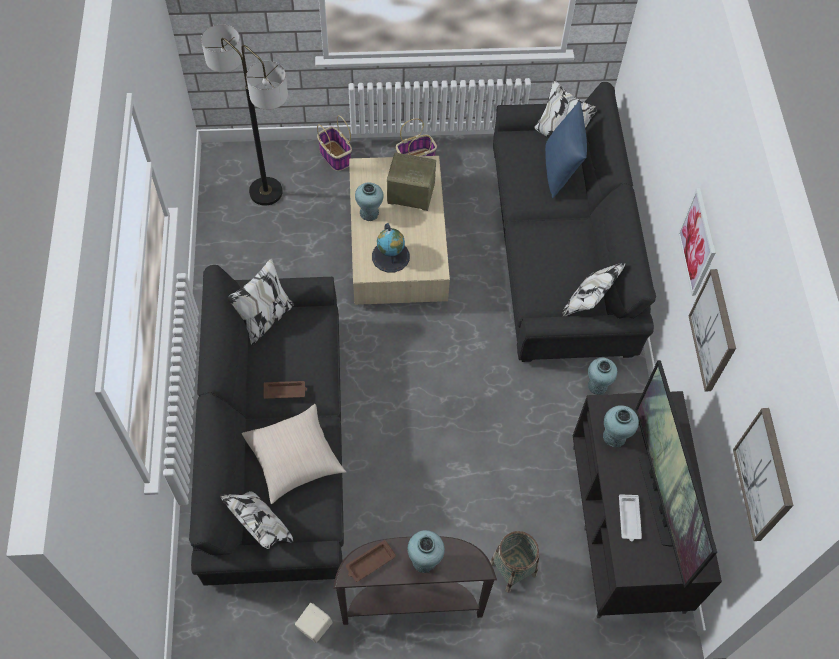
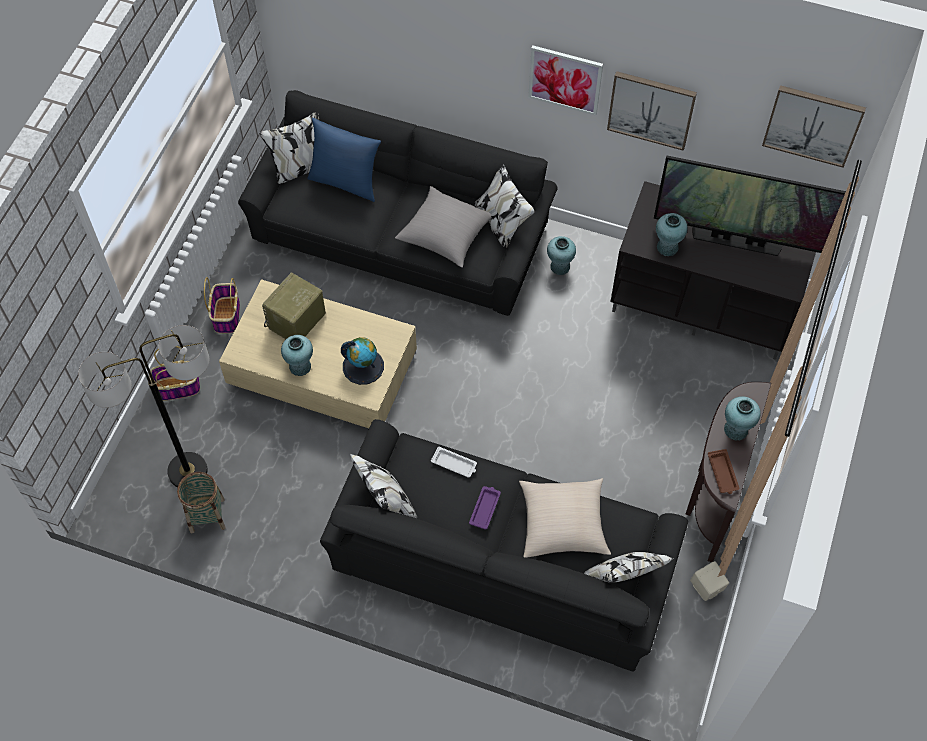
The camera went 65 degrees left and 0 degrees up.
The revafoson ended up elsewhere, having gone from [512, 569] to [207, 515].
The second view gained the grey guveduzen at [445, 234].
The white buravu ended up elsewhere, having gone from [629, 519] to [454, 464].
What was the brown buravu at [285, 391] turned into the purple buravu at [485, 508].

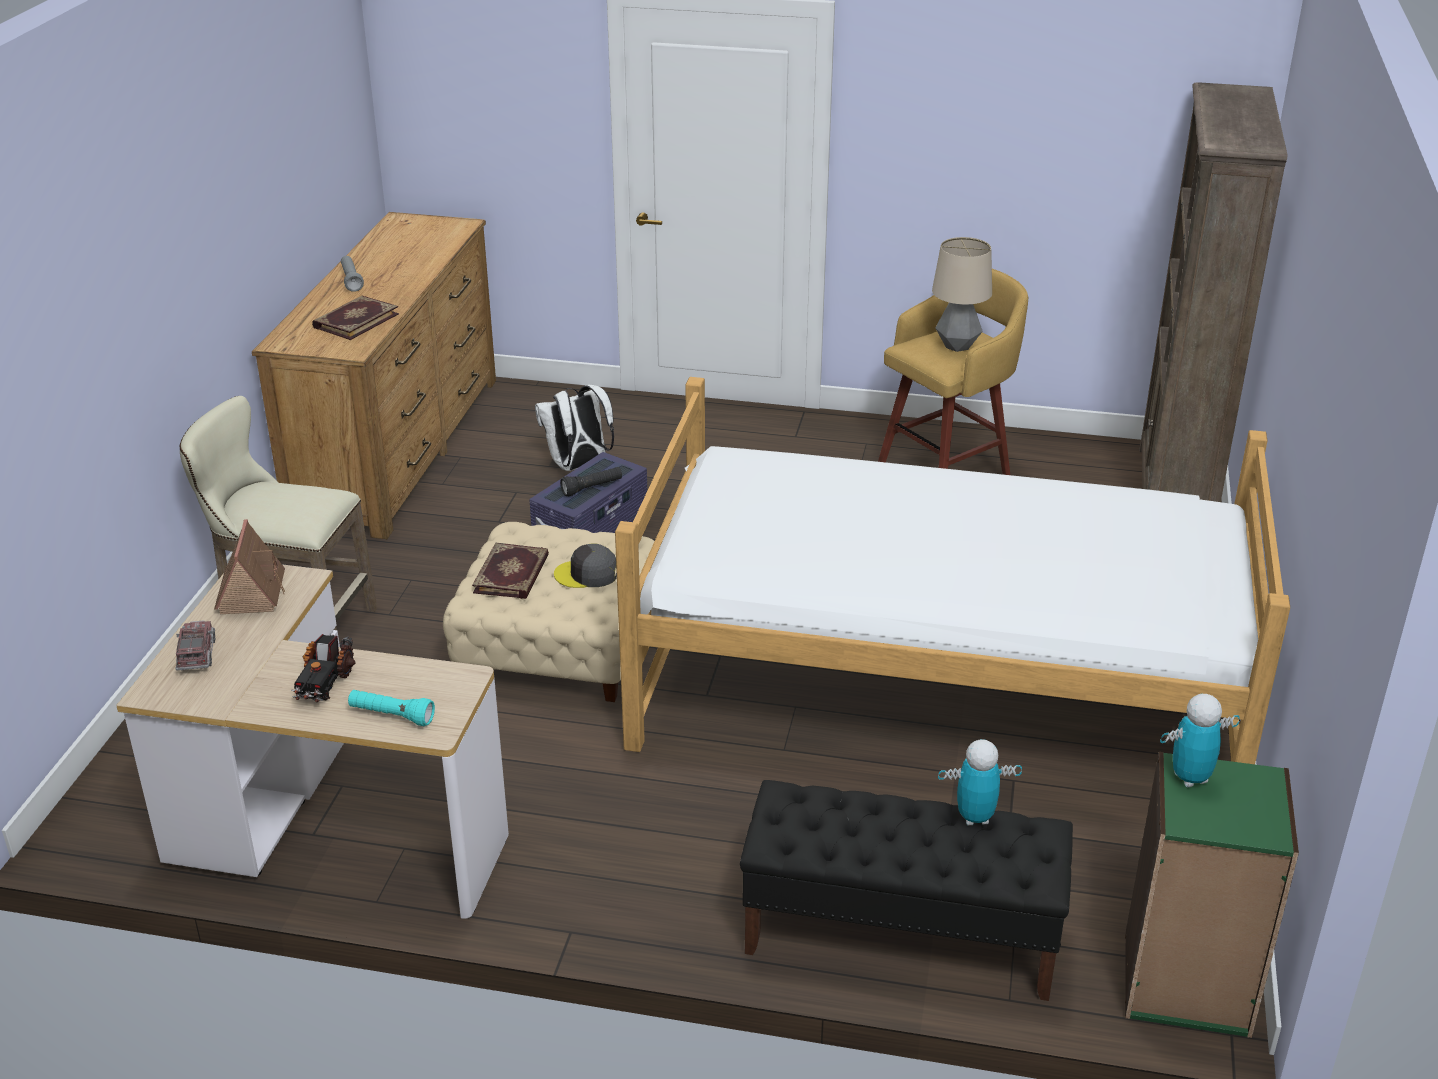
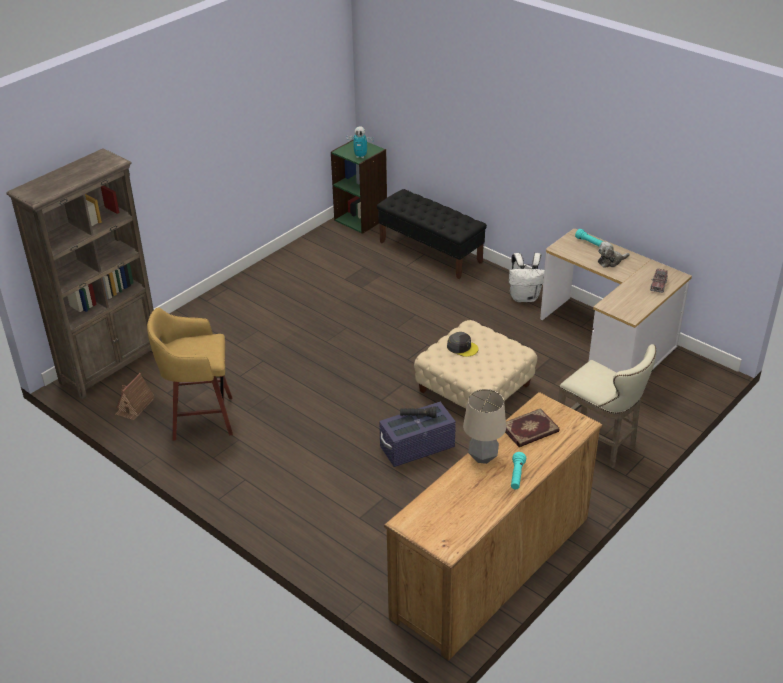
The camera went 150 degrees left and 5 degrees up.
The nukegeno ended up elsewhere, having gone from [252, 592] to [134, 406].
The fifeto ended up elsewhere, having gone from [957, 346] to [482, 457].
The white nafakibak ended up elsewhere, having gone from [578, 465] to [525, 297].
What was the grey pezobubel at [351, 280] turned into the turquoise pezobubel at [517, 476].
Where the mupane stood at [324, 681], the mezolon came to stand at [610, 261].
The second view lost the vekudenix at [512, 574].
The second view lost the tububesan at [938, 694].
The second view lost the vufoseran at [975, 818].

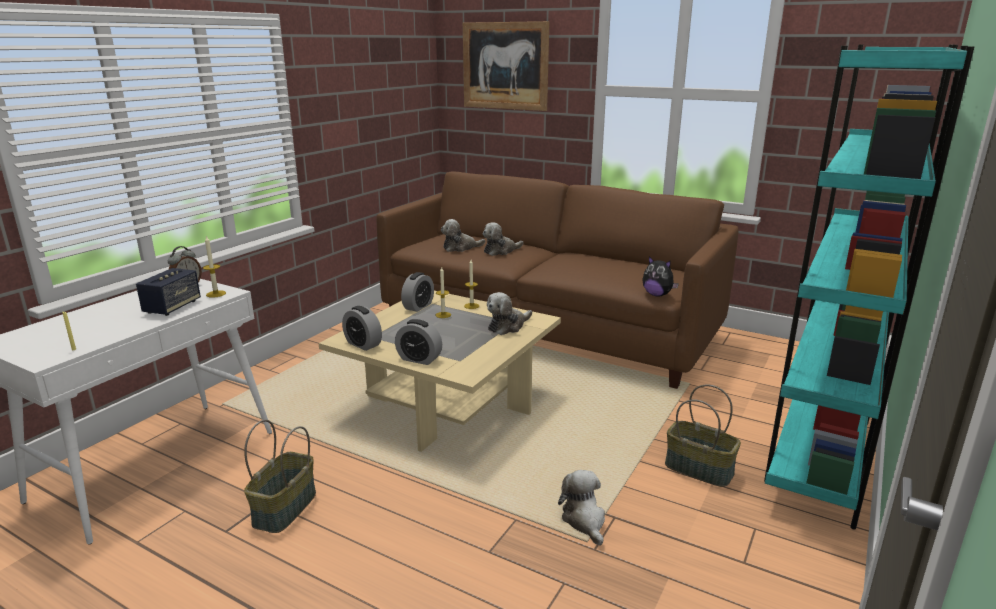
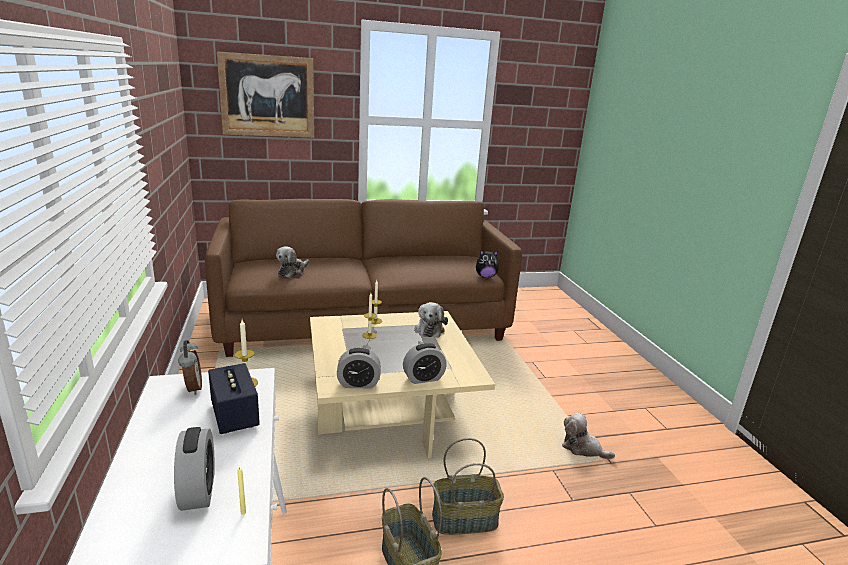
The camera went 45 degrees left and 0 degrees up.
The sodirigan ended up elsewhere, having gone from [418, 306] to [198, 491].
The revafoson ended up elsewhere, having gone from [699, 469] to [465, 519].
The second view lost the mezolon at [500, 251].
The second view lost the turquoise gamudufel at [822, 443].

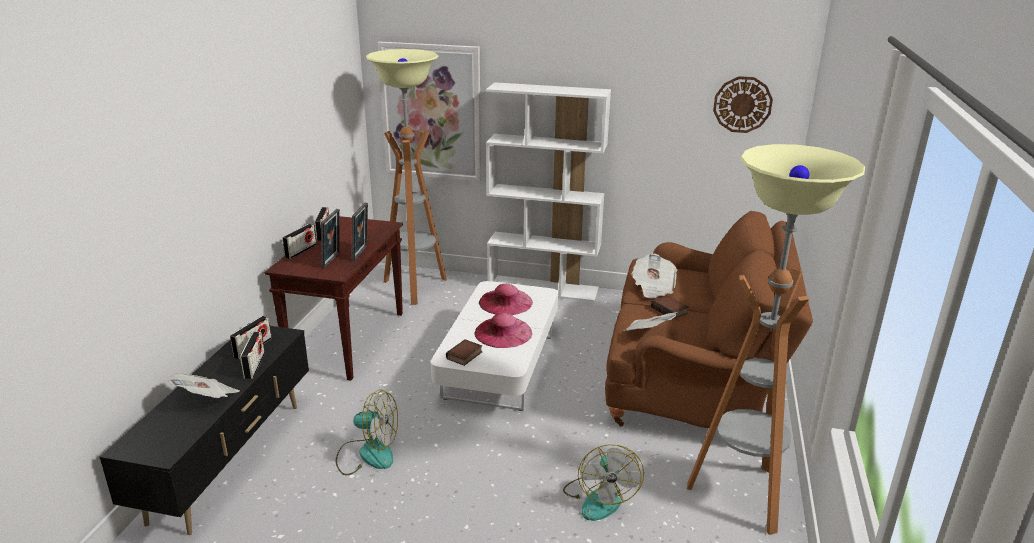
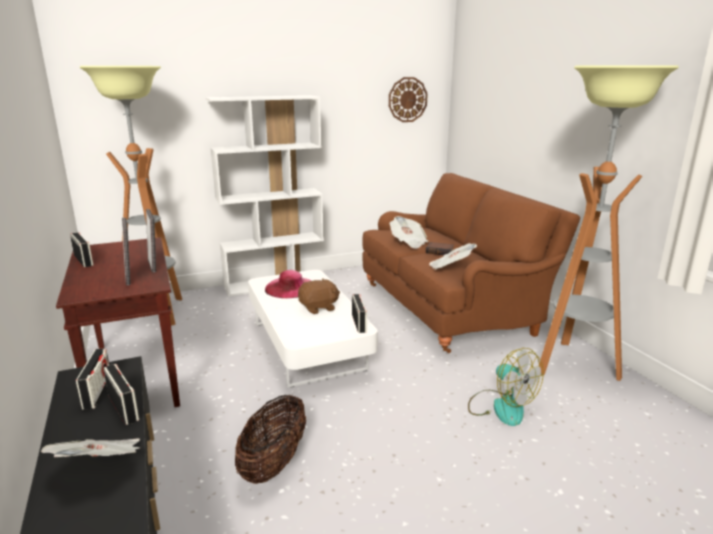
The camera went 35 degrees left and 5 degrees down.
Where the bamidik stood at [367, 454], the revafoson came to stand at [274, 463].
Where the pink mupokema stood at [503, 333], the brown mezolon came to stand at [319, 308].
The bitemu ended up elsewhere, having gone from [300, 251] to [359, 323].
The second view lost the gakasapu at [431, 112].
The second view lost the vekudenix at [465, 356].

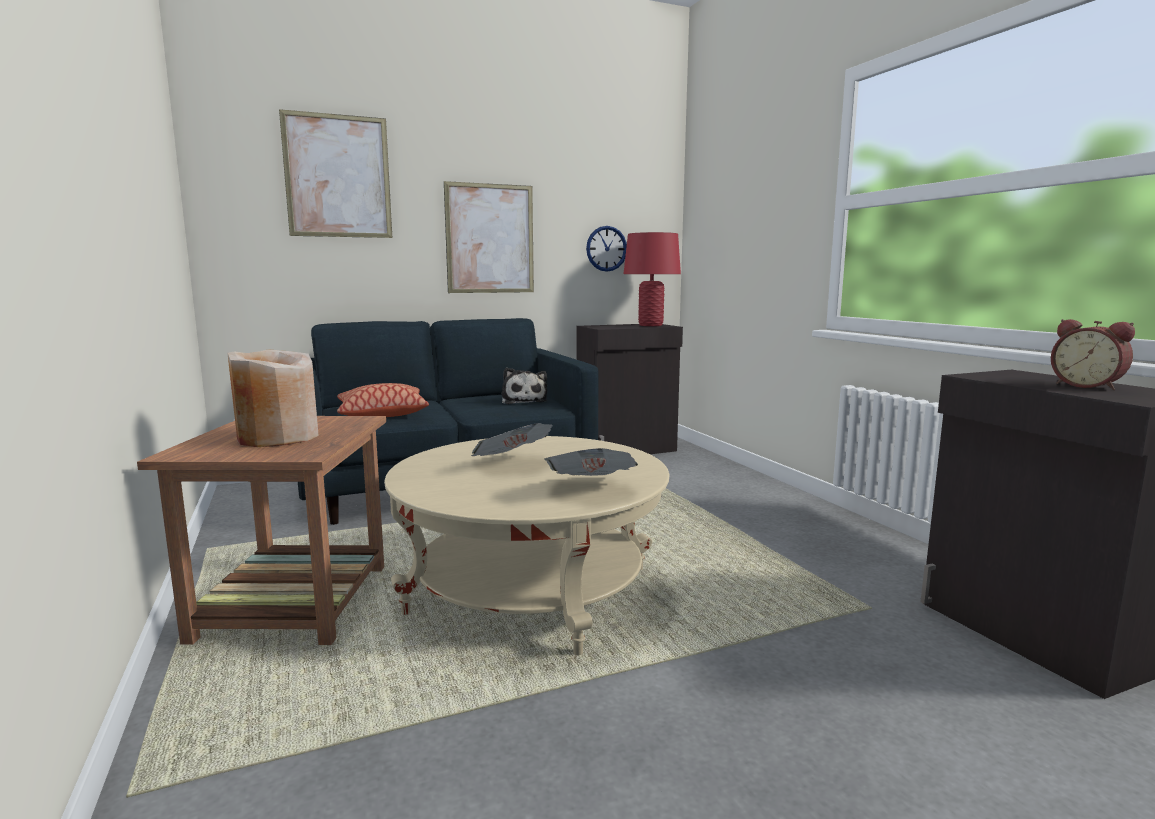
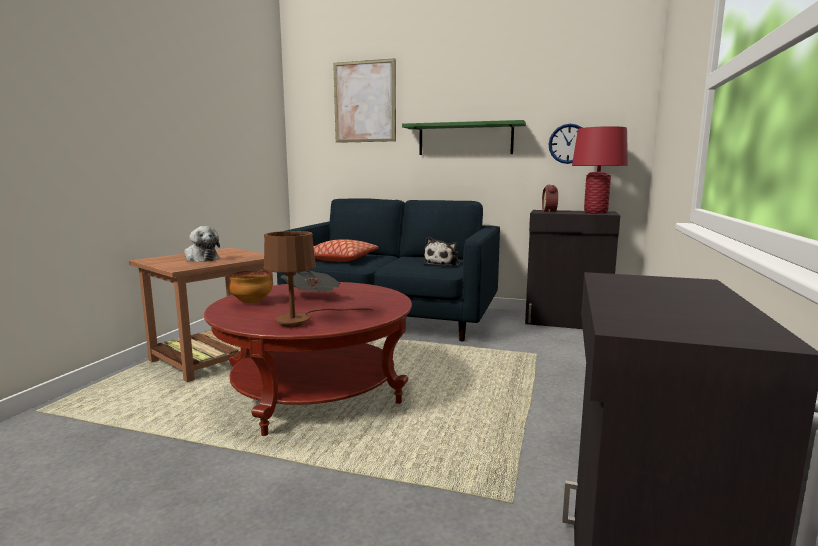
The camera went 40 degrees right and 0 degrees up.
Where the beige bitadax stood at [277, 437], the mezolon came to stand at [200, 259].
What was the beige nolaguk at [531, 590] turned into the red nolaguk at [315, 391].
The second view gained the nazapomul at [252, 303].
Where the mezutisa stood at [591, 488], the brown fifeto came to stand at [302, 321].
Where the gakasapu hung at [490, 239], the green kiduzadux came to hang at [465, 139].
The sodirigan ended up elsewhere, having gone from [1087, 386] to [550, 211].

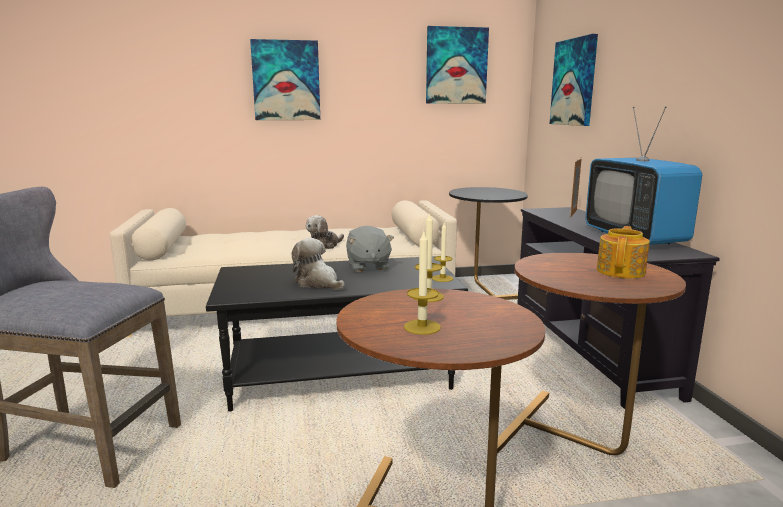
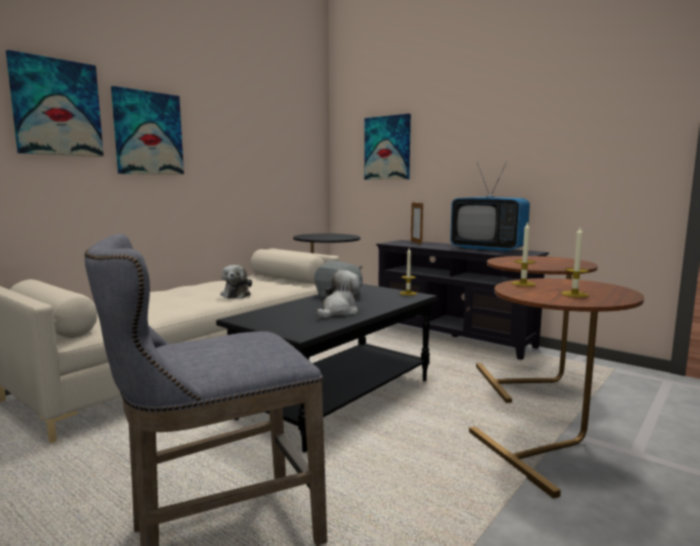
The camera went 40 degrees left and 5 degrees down.
The gakasapu ended up elsewhere, having gone from [456, 66] to [56, 107].
The mezolon at [318, 283] ended up facing another way, 120 degrees clockwise from before.
The second view lost the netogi at [621, 271].

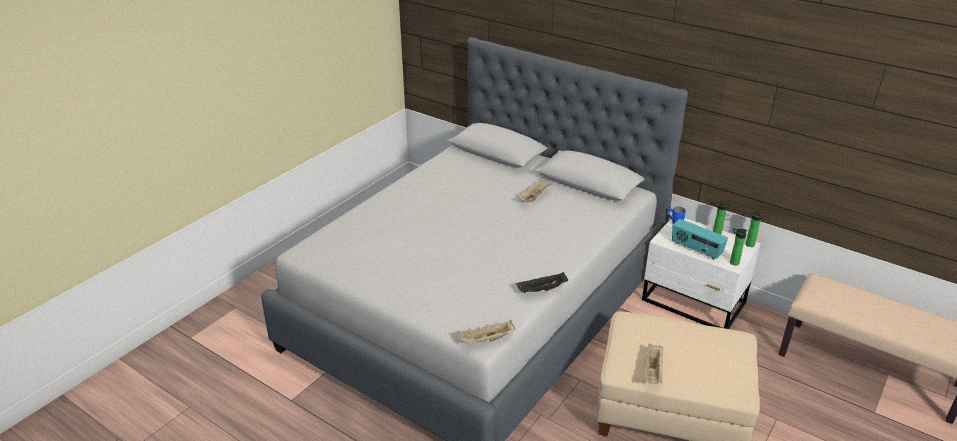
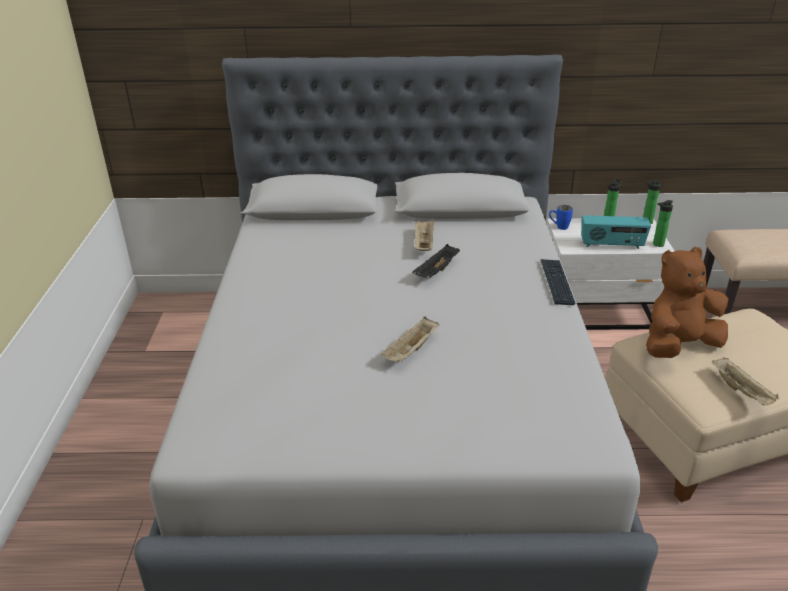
The camera went 35 degrees left and 0 degrees up.
The beige buravu ended up elsewhere, having gone from [486, 340] to [411, 351].
The black buravu ended up elsewhere, having gone from [541, 290] to [437, 272].
The second view gained the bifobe at [556, 282].
The second view gained the brown mezolon at [678, 346].

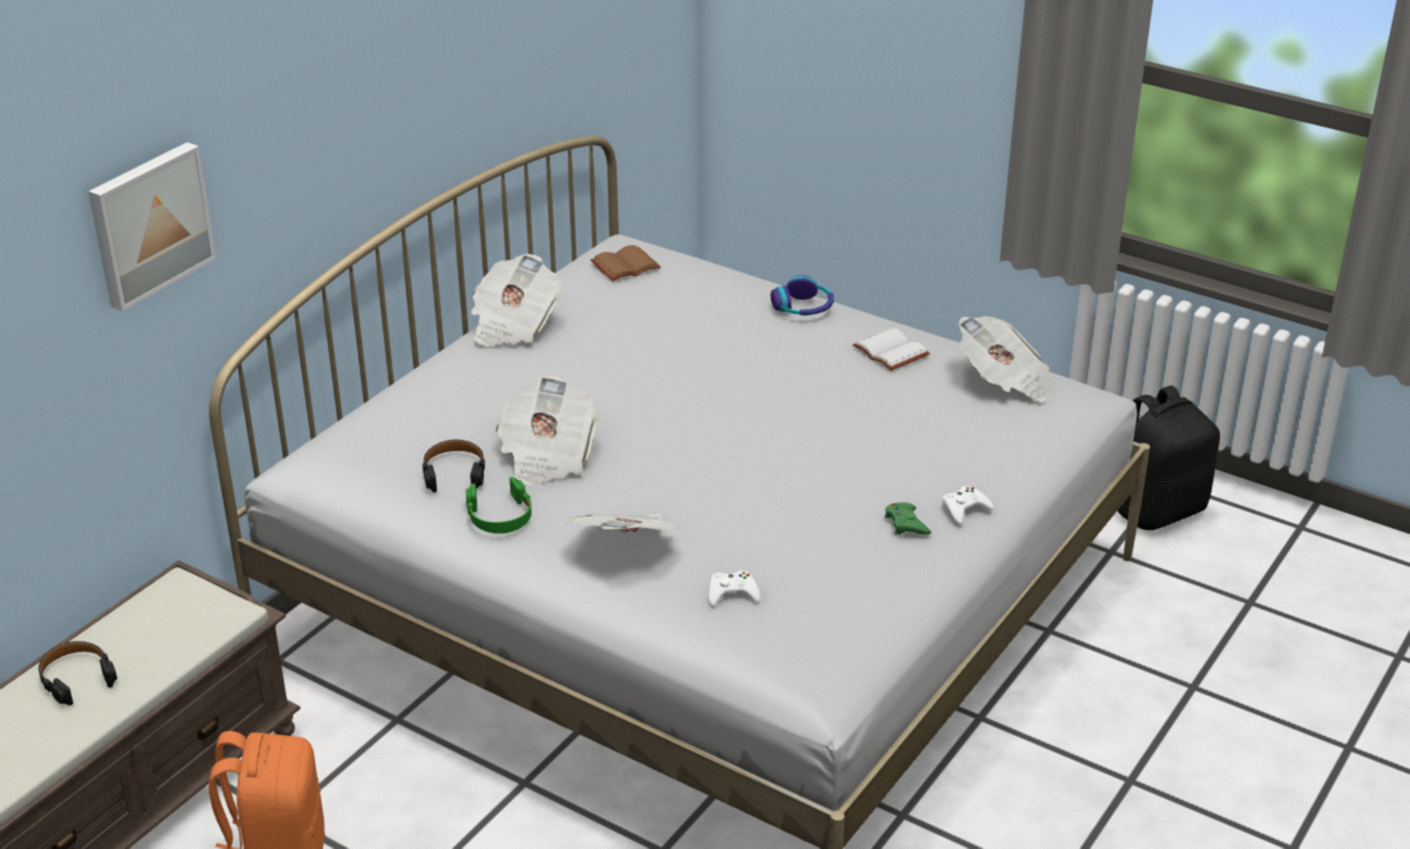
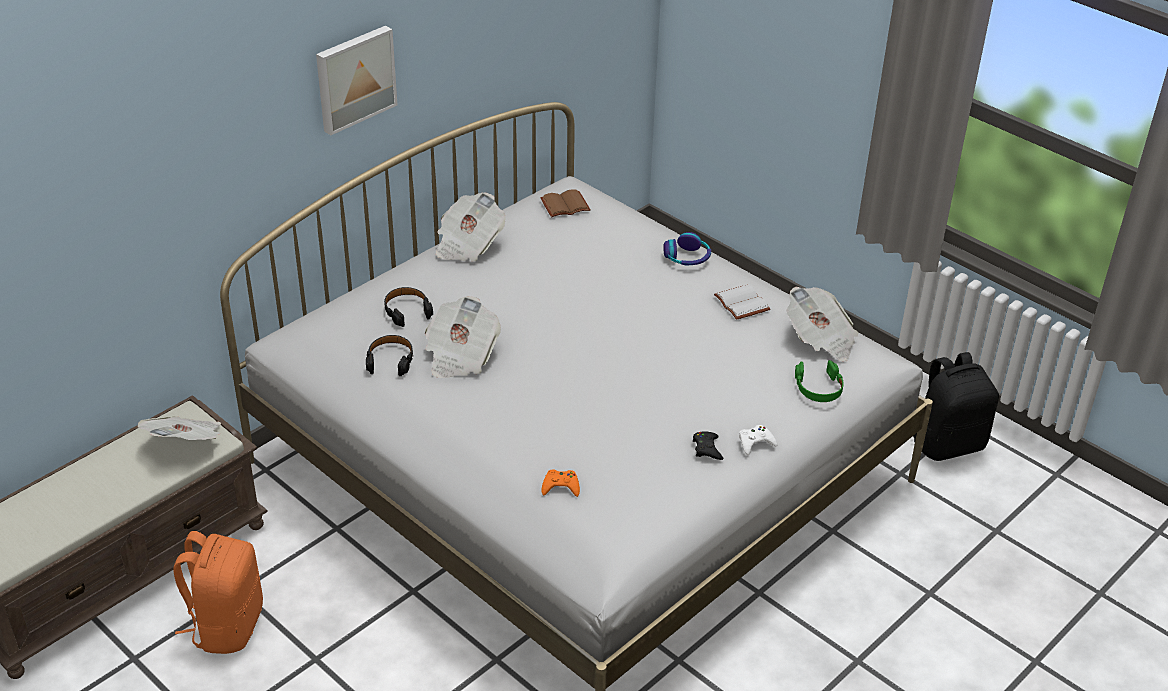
The camera went 10 degrees right and 5 degrees up.
The mezutisa ended up elsewhere, having gone from [628, 545] to [186, 443].
The gakasapu ended up elsewhere, having gone from [149, 224] to [354, 78].
The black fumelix ended up elsewhere, having gone from [76, 678] to [407, 311].
What was the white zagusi at [732, 593] turned into the orange zagusi at [561, 486].
What was the green zagusi at [906, 524] turned into the black zagusi at [707, 448].
The green fumelix ended up elsewhere, having gone from [500, 516] to [819, 388].

